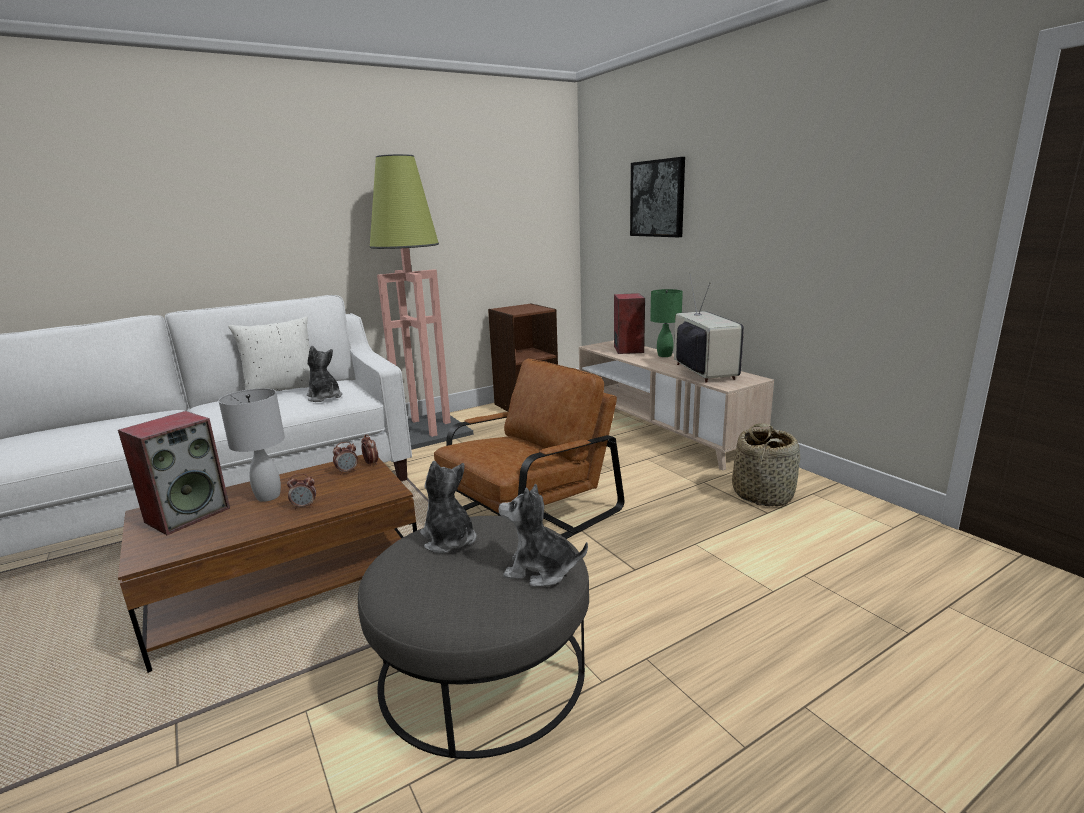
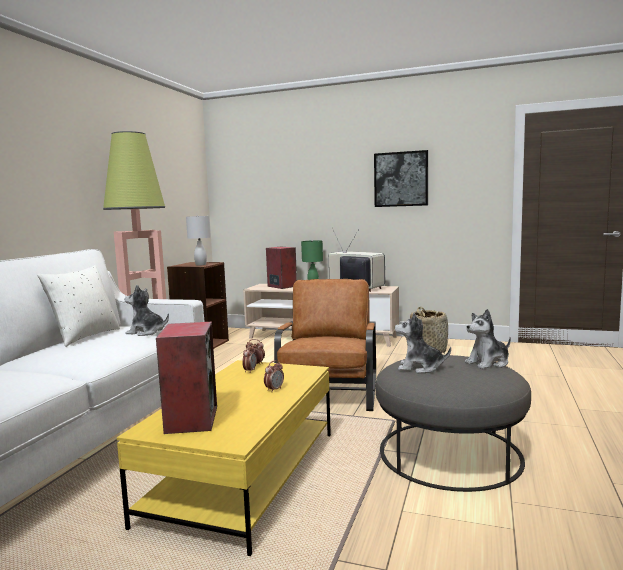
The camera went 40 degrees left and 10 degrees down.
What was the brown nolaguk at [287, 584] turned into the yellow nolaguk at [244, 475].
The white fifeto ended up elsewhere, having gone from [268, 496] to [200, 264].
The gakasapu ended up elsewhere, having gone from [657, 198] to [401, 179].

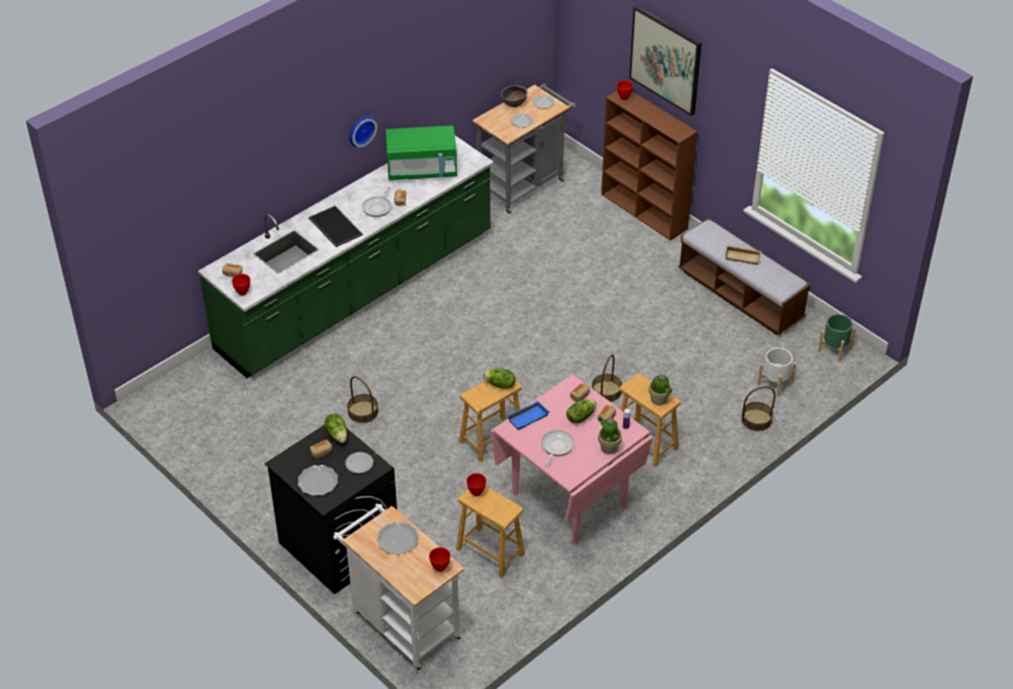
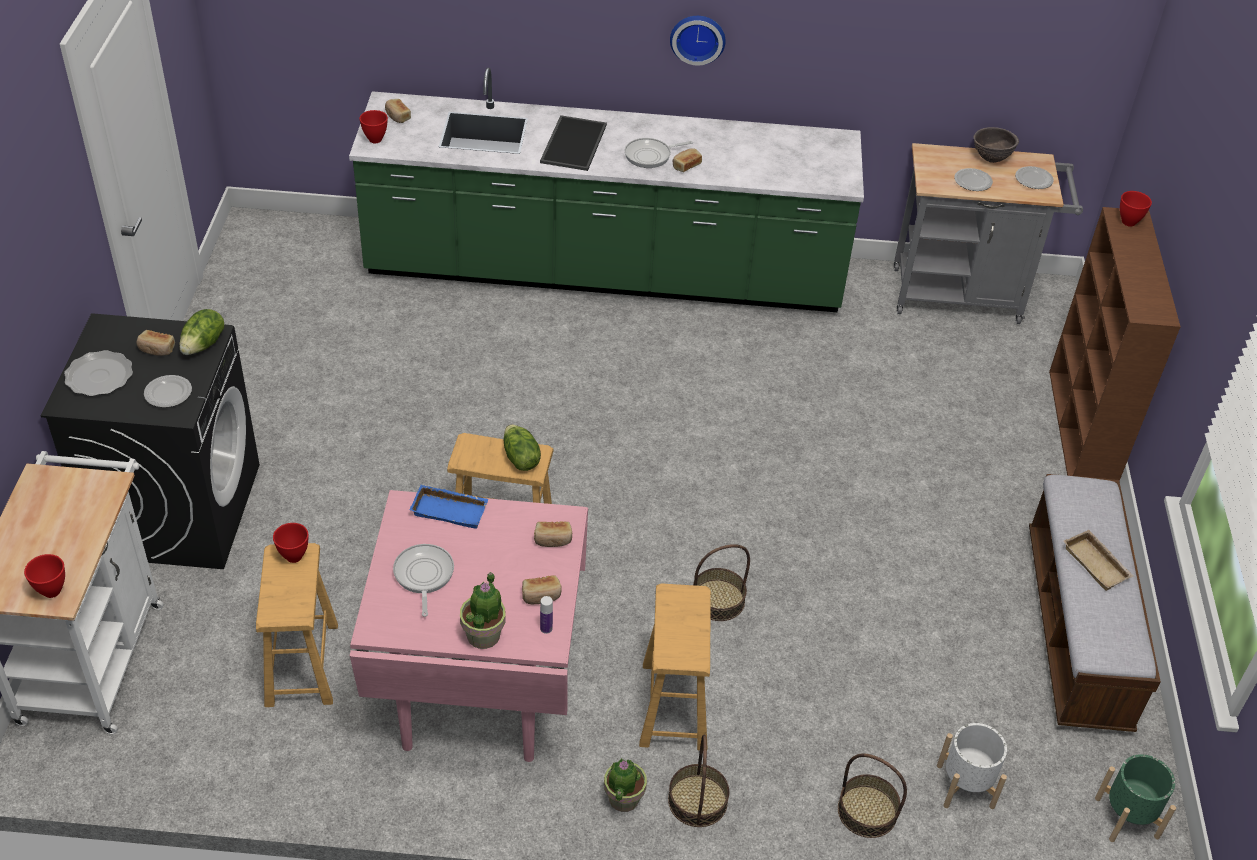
The camera went 45 degrees right and 0 degrees up.
The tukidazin at [556, 447] ended up facing another way, 75 degrees counterclockwise from before.
The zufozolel ended up elsewhere, having gone from [659, 399] to [623, 799].
The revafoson ended up elsewhere, having gone from [363, 412] to [697, 800].
The second view lost the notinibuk at [398, 539].
The second view lost the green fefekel at [422, 170].
The second view lost the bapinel at [580, 417].
The second view lost the gakasapu at [666, 59].

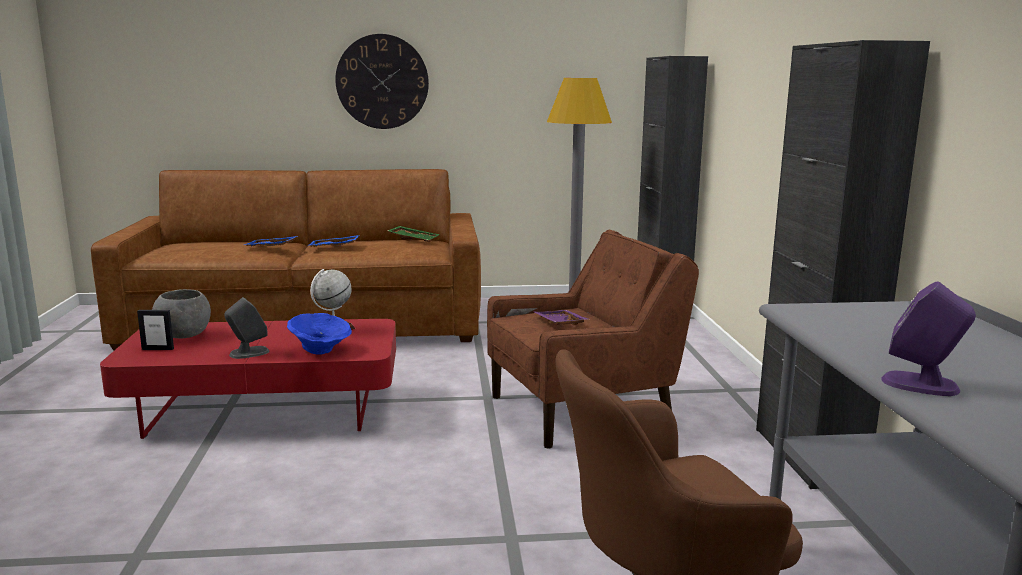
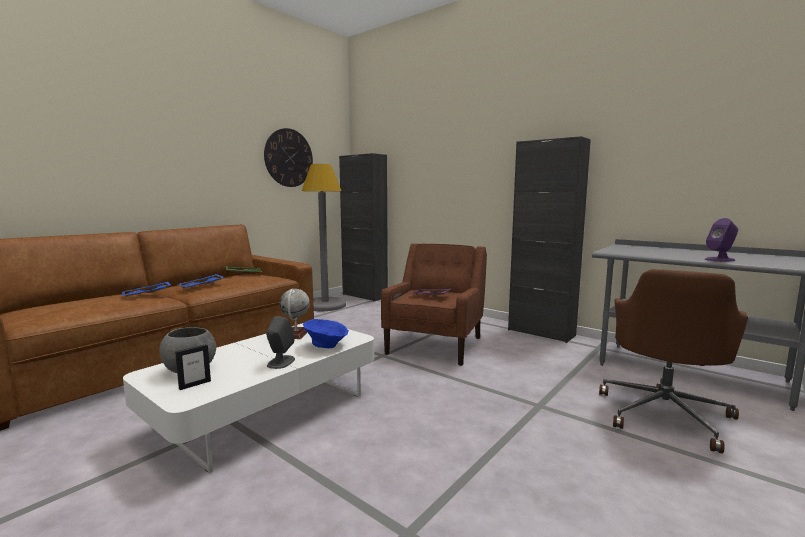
The camera went 45 degrees left and 5 degrees down.
What was the red nolaguk at [265, 409] turned into the white nolaguk at [267, 412].
The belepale ended up elsewhere, having gone from [382, 82] to [289, 158].

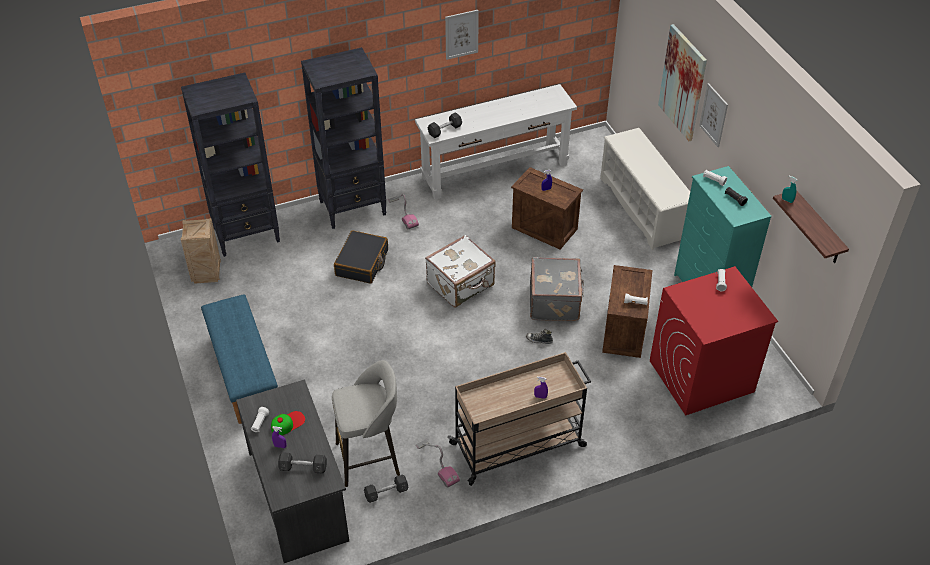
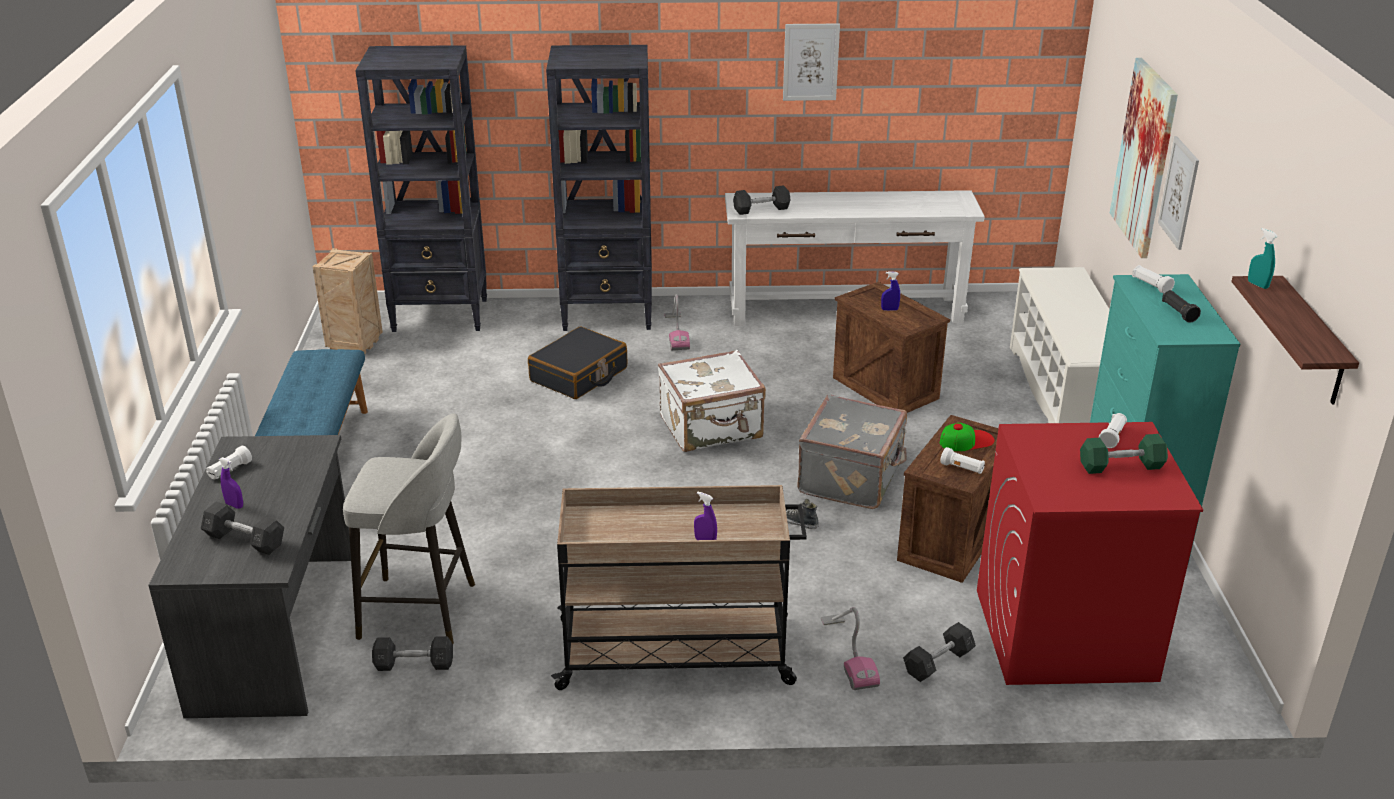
The camera went 20 degrees right and 15 degrees down.
The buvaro ended up elsewhere, having gone from [437, 464] to [848, 653].
The second view gained the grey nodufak at [938, 662].
The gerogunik ended up elsewhere, having gone from [288, 423] to [966, 441].
The second view gained the green nodufak at [1121, 466].

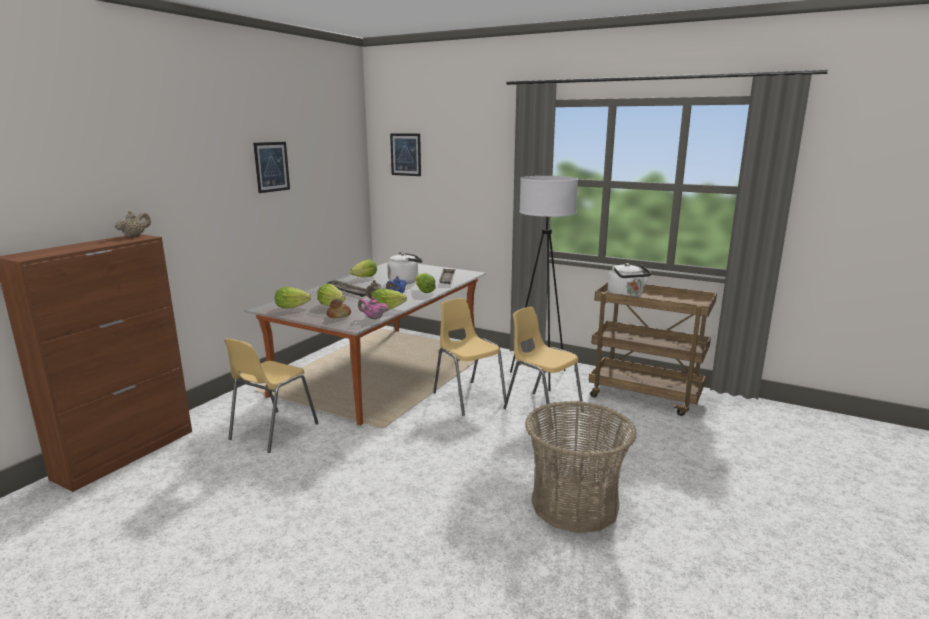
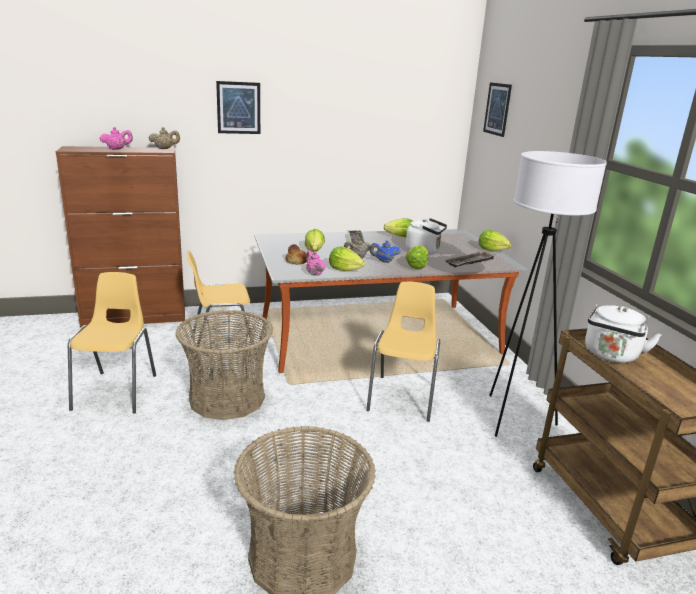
The camera went 45 degrees right and 5 degrees up.
The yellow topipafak ended up elsewhere, having gone from [542, 409] to [117, 391].
The second view gained the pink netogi at [117, 149].
The second view gained the revafoson at [227, 398].
The gakasapu ended up elsewhere, having gone from [271, 167] to [238, 108].
The bapinel ended up elsewhere, having gone from [291, 307] to [492, 250].

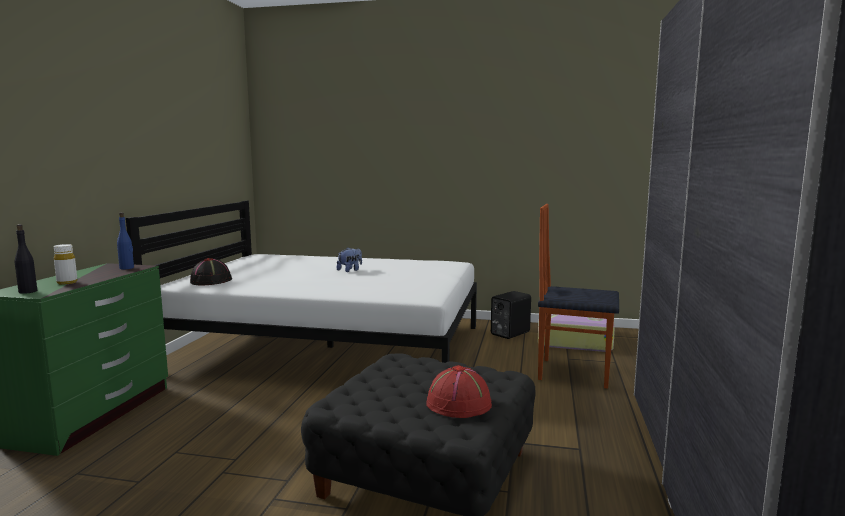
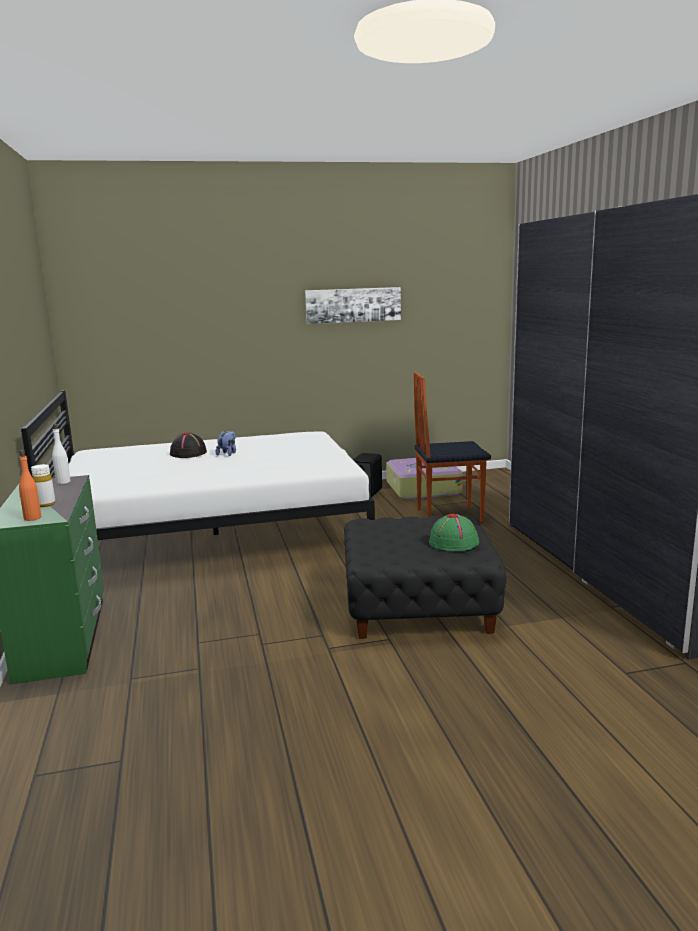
The camera went 25 degrees left and 5 degrees up.
What was the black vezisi at [28, 291] turned into the orange vezisi at [32, 518].
What was the blue vezisi at [127, 268] turned into the white vezisi at [63, 482].
The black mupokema ended up elsewhere, having gone from [211, 281] to [188, 453].
The second view gained the gakasapu at [353, 305].
What was the red mupokema at [459, 404] turned into the green mupokema at [454, 542].

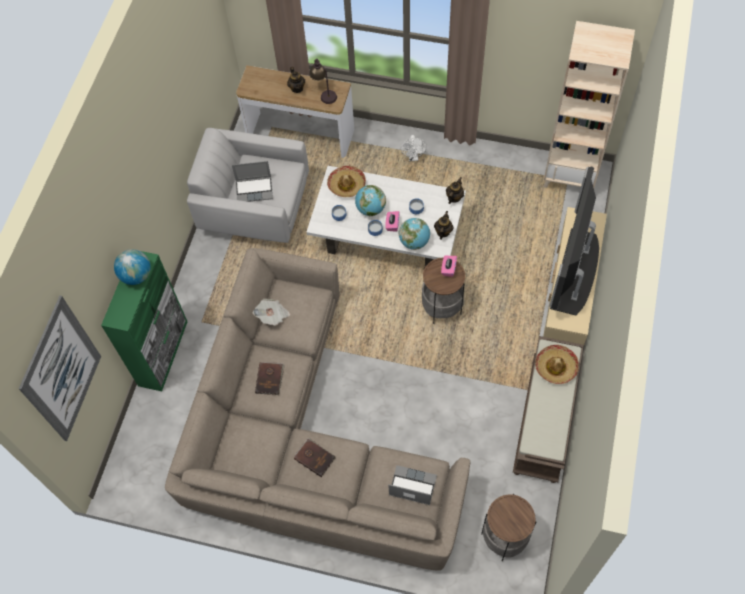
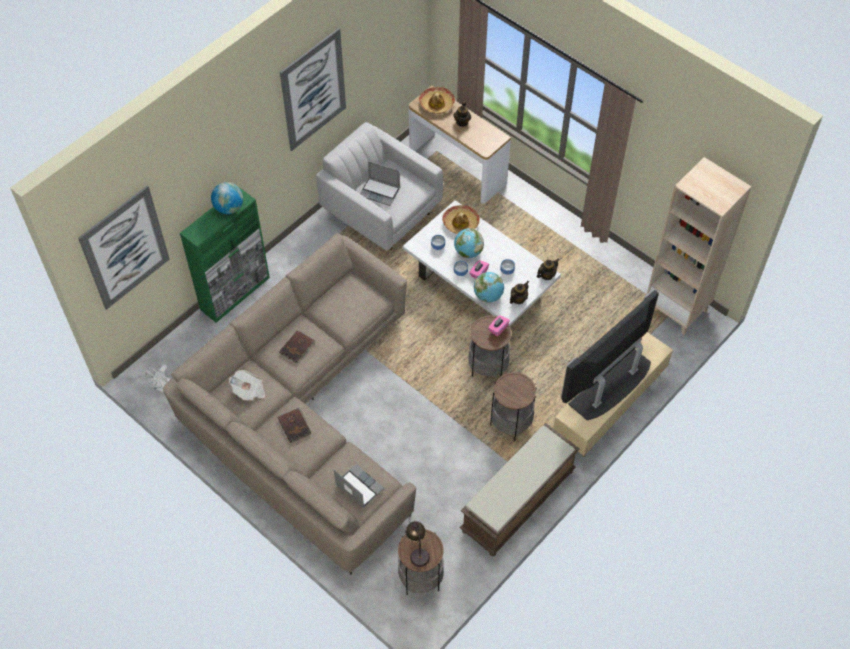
The camera went 25 degrees right and 5 degrees down.
The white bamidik ended up elsewhere, having gone from [413, 157] to [161, 387].
The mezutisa ended up elsewhere, having gone from [272, 315] to [249, 391].
The second view gained the gakasapu at [313, 90].
The fifeto ended up elsewhere, having gone from [324, 93] to [417, 550].
The mupokema ended up elsewhere, having gone from [556, 367] to [437, 104].
The second view gained the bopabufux at [511, 423].

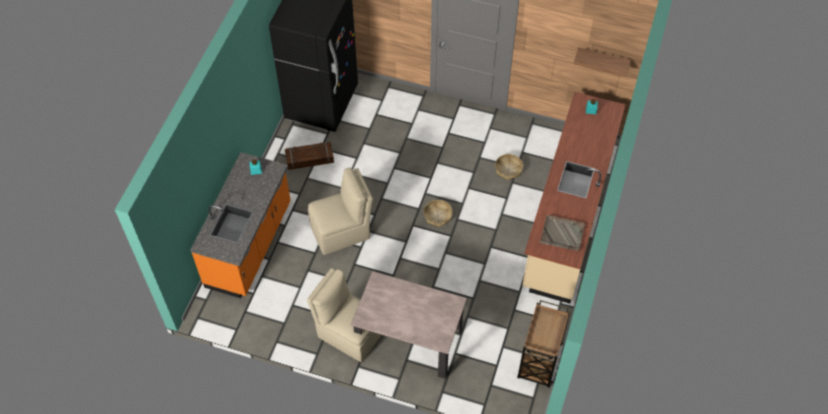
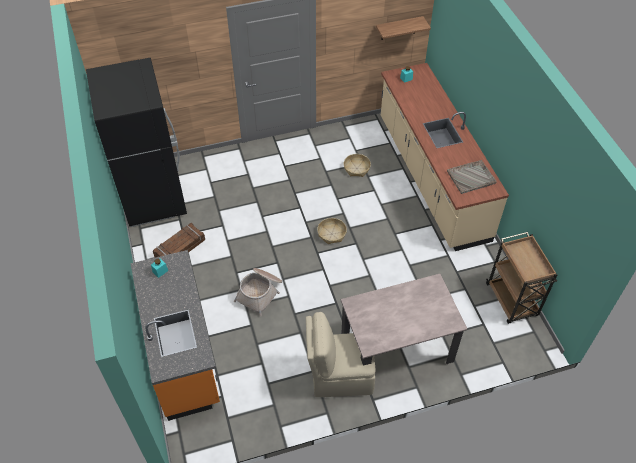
The camera went 35 degrees left and 5 degrees down.
Where the beige topipafak stood at [342, 231], the revafoson came to stand at [260, 293].

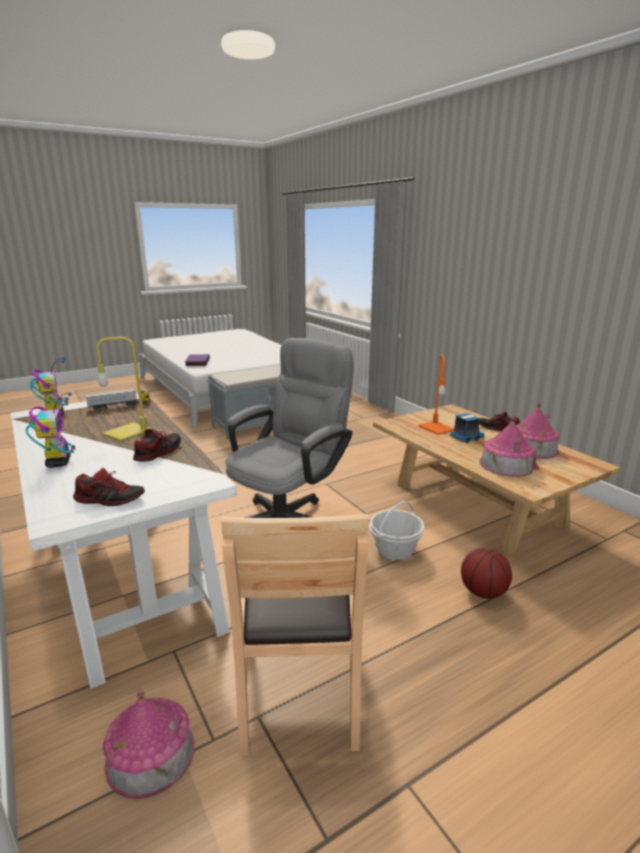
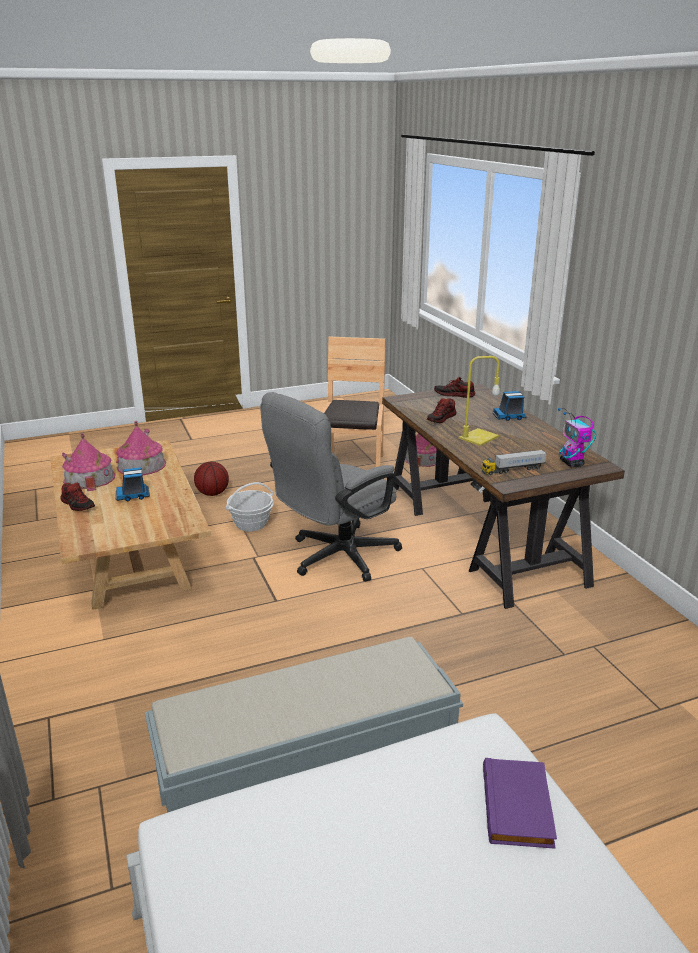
The camera went 170 degrees left and 5 degrees up.
What was the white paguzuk at [123, 565] turned into the brown paguzuk at [482, 533].
Where the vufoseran stood at [58, 462], the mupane came to stand at [509, 416].
The second view lost the orange fifeto at [435, 428].

